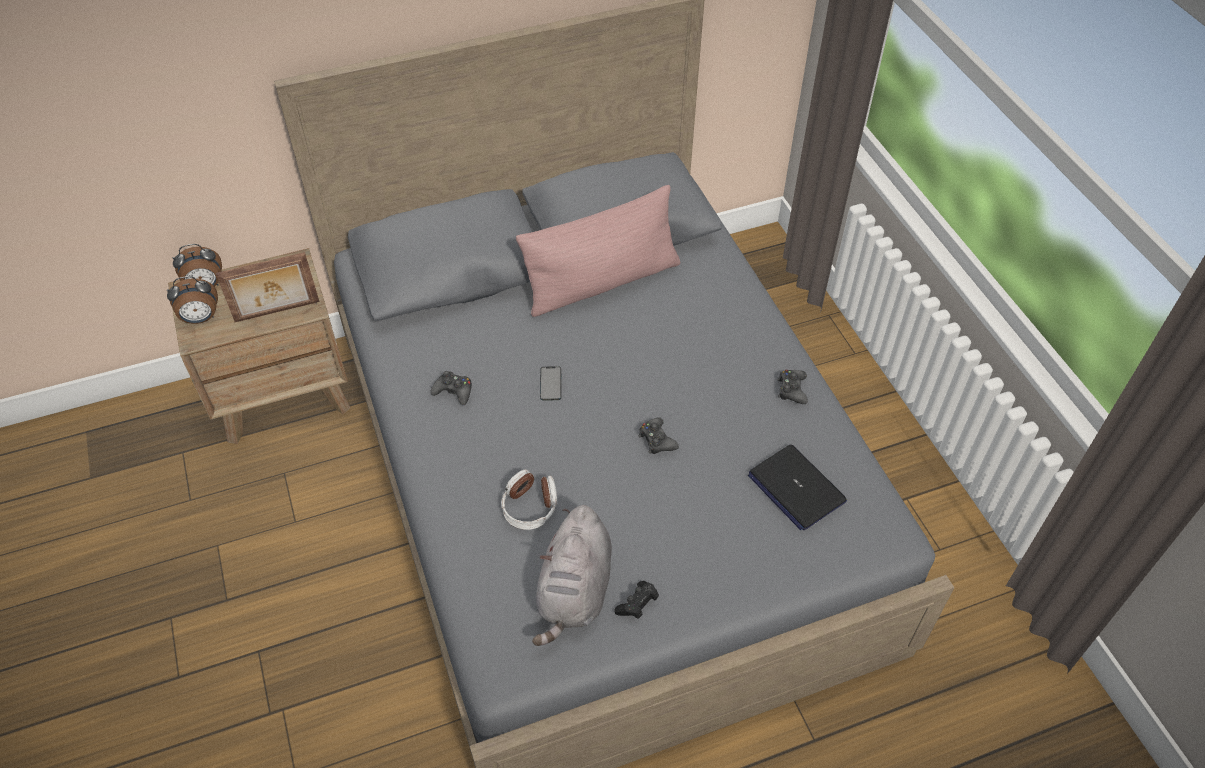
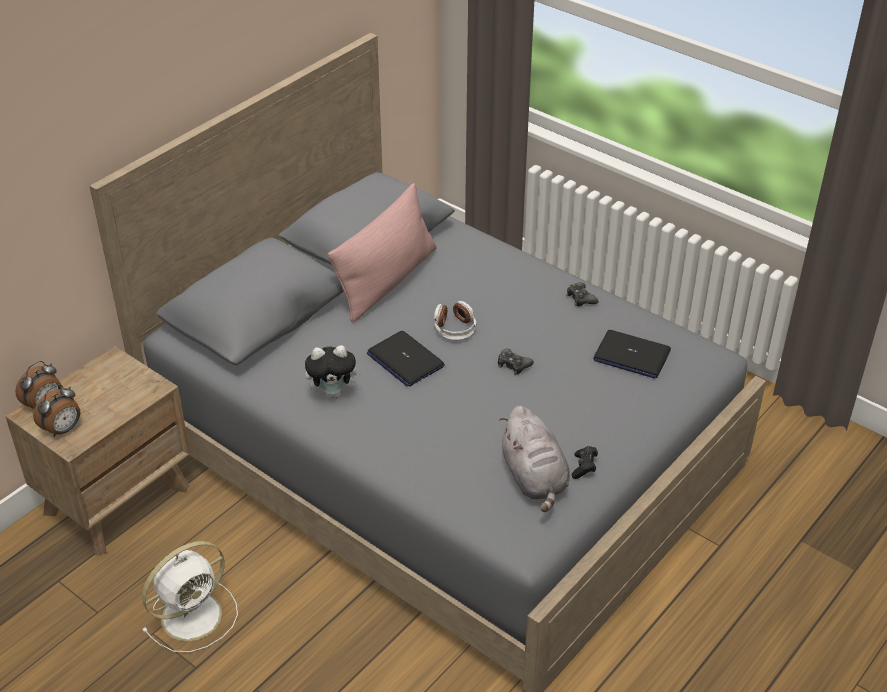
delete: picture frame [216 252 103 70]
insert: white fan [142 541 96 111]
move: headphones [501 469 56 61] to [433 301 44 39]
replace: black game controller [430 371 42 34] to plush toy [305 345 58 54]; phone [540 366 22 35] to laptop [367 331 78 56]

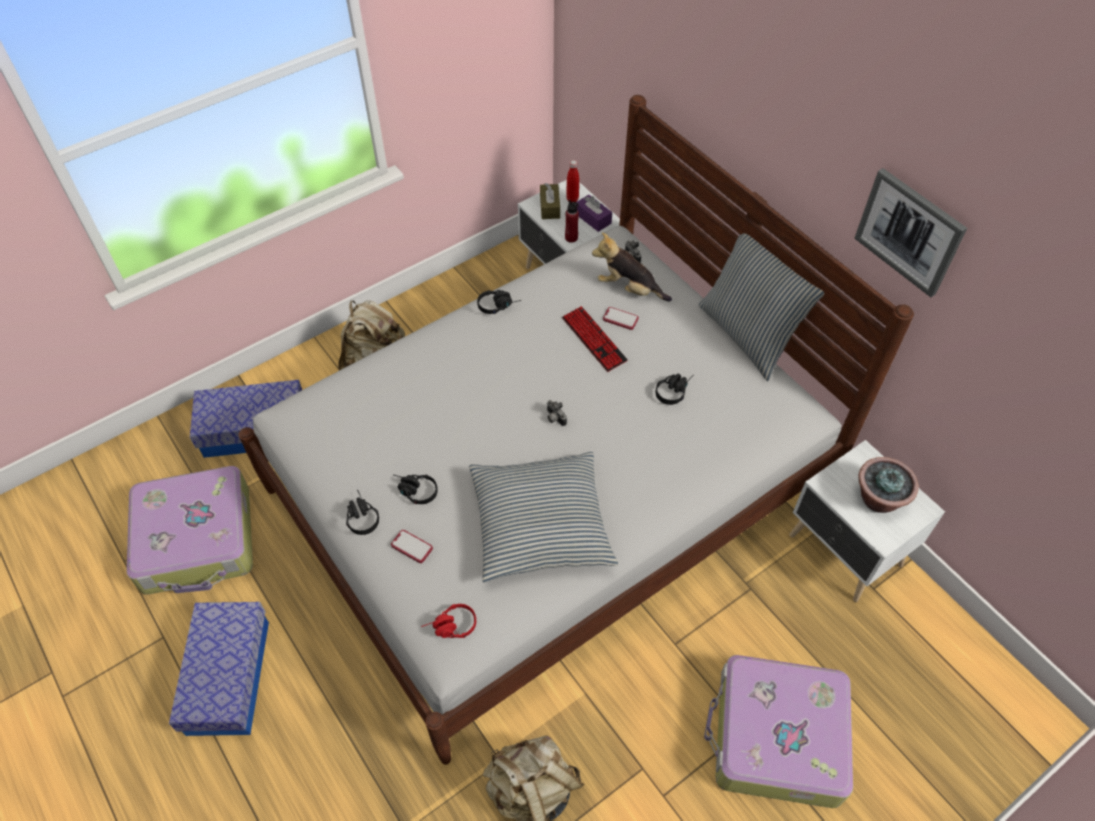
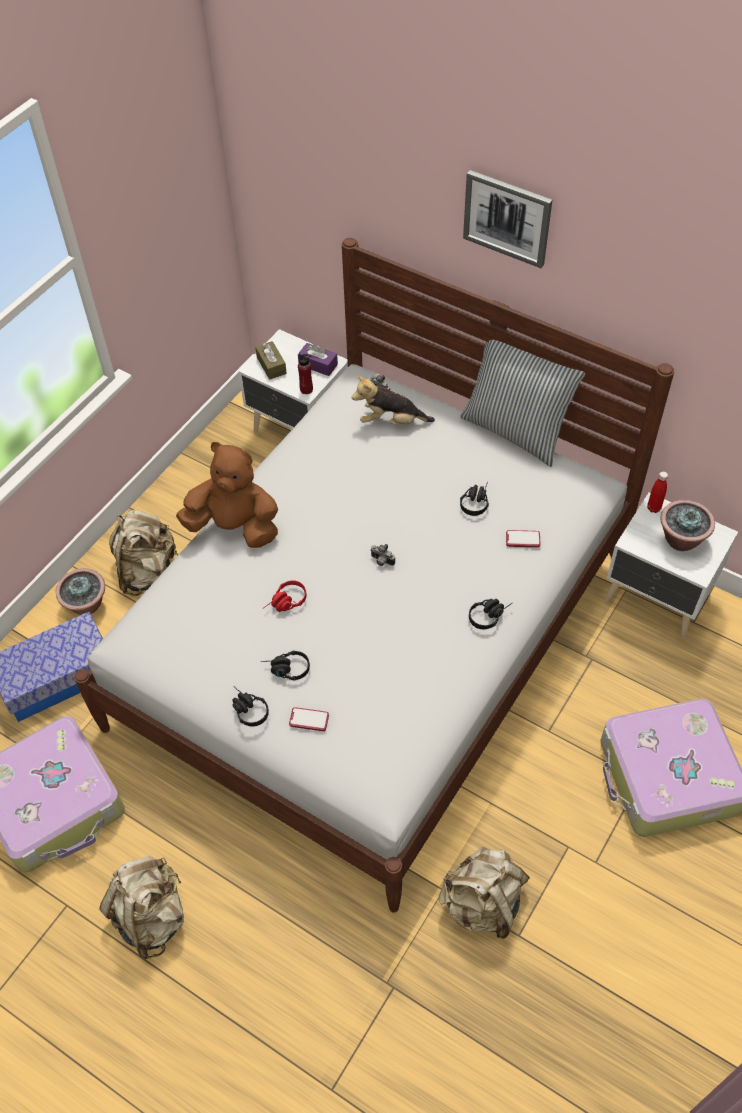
delete: pillow [469 452 149 131]; keyboard [562 306 66 66]
insert: potted plant [56 568 49 47]; brown plush toy [176 442 102 106]
move: red headphones [421 604 55 34] to [262 580 44 32]; black headphones [477 290 44 24] to [469 599 44 30]; red bottle [566 160 13 42] to [647 471 21 42]; phone [603 307 36 23] to [506 530 34 17]; picture [854 168 113 129] to [463 170 89 98]
replace: storage box [169 602 100 134] to beige backpack [99 856 85 103]

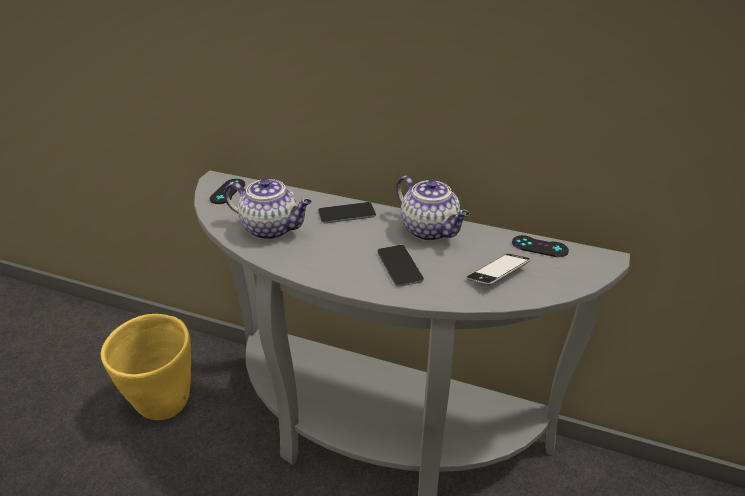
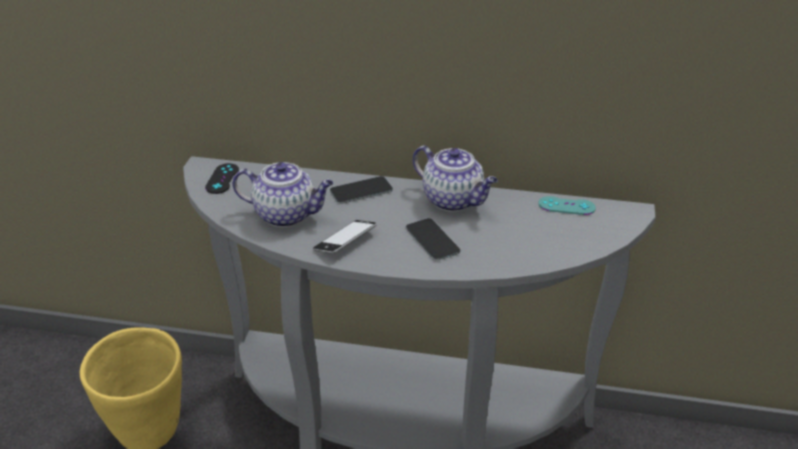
move: phone [467 254 63 31] to [313 220 64 34]
recolor: black game controller [512 235 57 22] to turquoise game controller [538 196 58 19]

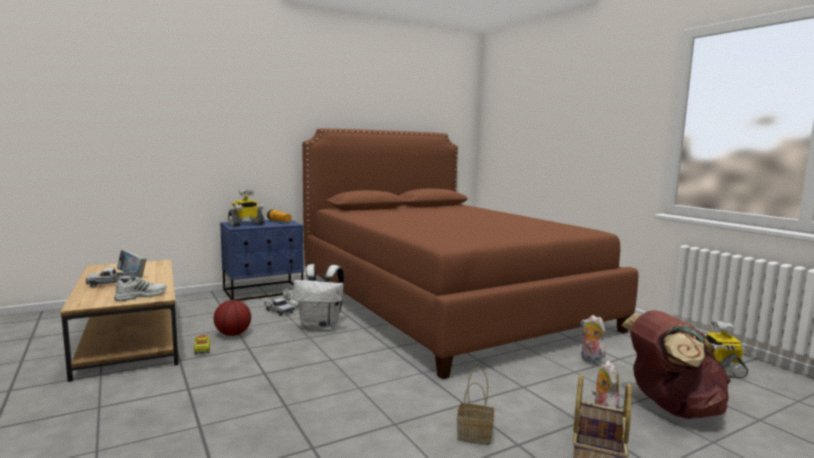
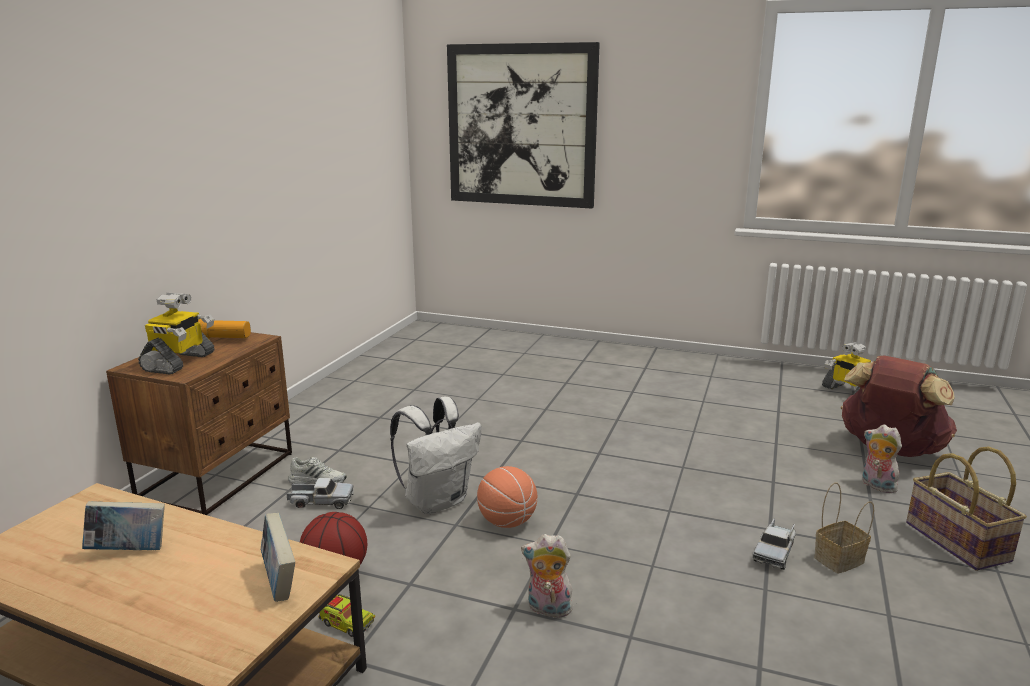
delete: brown bed [302 129 336 250]
insert: picture [447 42 153 167]; basketball [477 466 60 62]
move: toy truck [86 268 51 20] to [753 518 43 52]; plush toy [580 315 26 51] to [521 534 52 84]
replace: white shoe [114 277 52 24] to book [261 513 34 89]
recolor: blue nightstand [220 220 84 81] to brown nightstand [106 332 186 183]

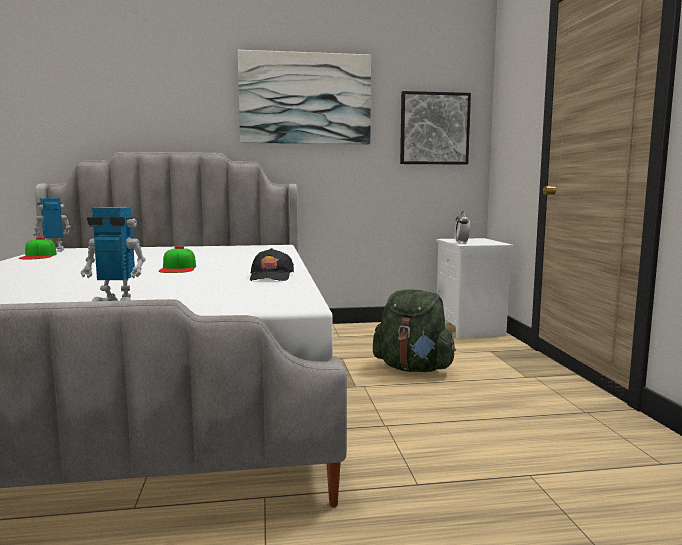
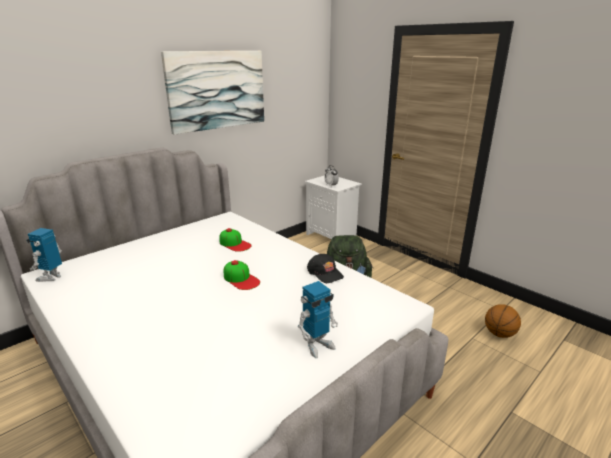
delete: picture [400 91 71 74]
insert: basketball [485 304 36 34]
move: cap [19 237 38 22] to [219 228 33 24]

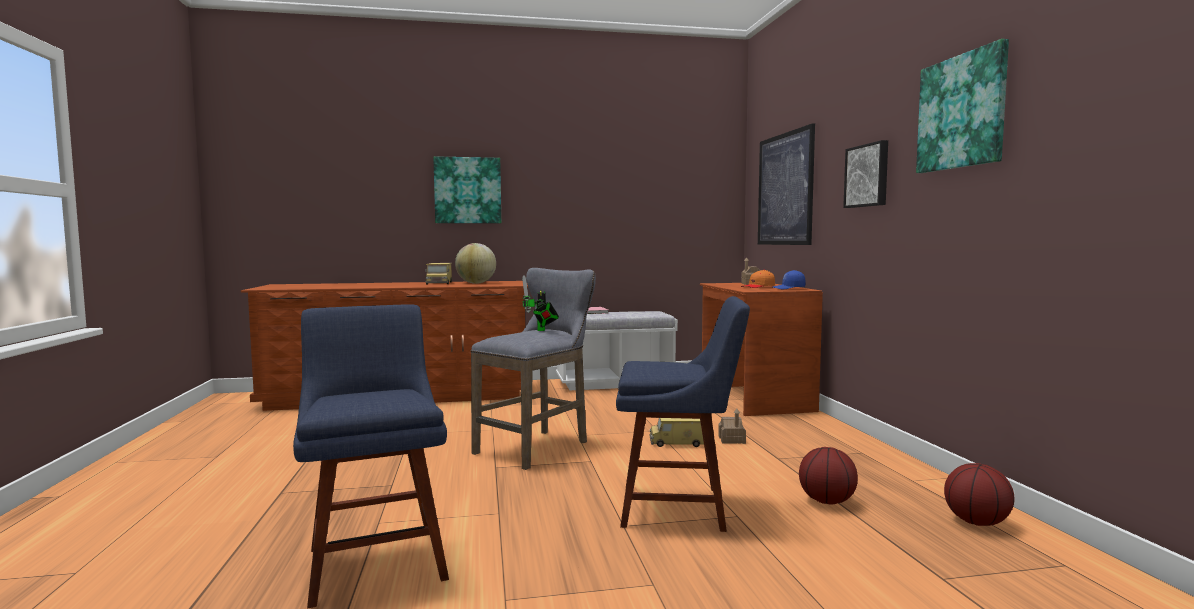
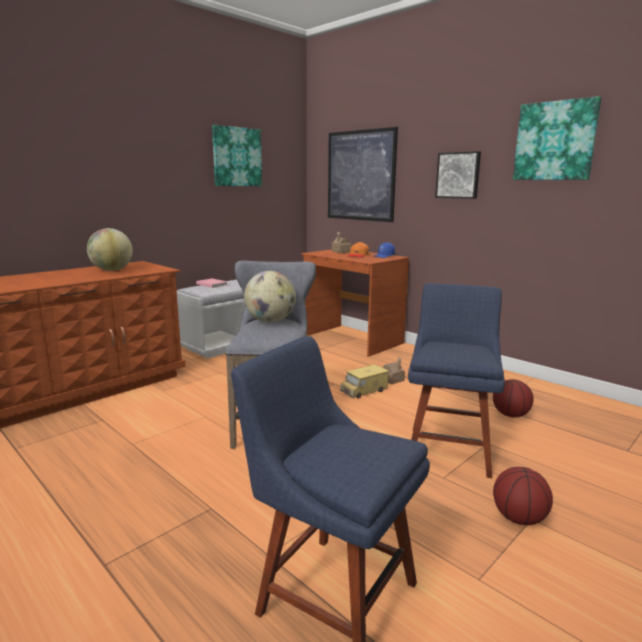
delete: toy truck [425 263 27 22]
move: picture [433 156 68 67] to [212 125 50 61]; basketball [944 463 70 63] to [493 467 60 58]
replace: toy robot [522 275 37 56] to globe [244 271 52 51]
rotate: blue chair [616 296 134 236] = [408 283 97 195] 45 degrees counterclockwise

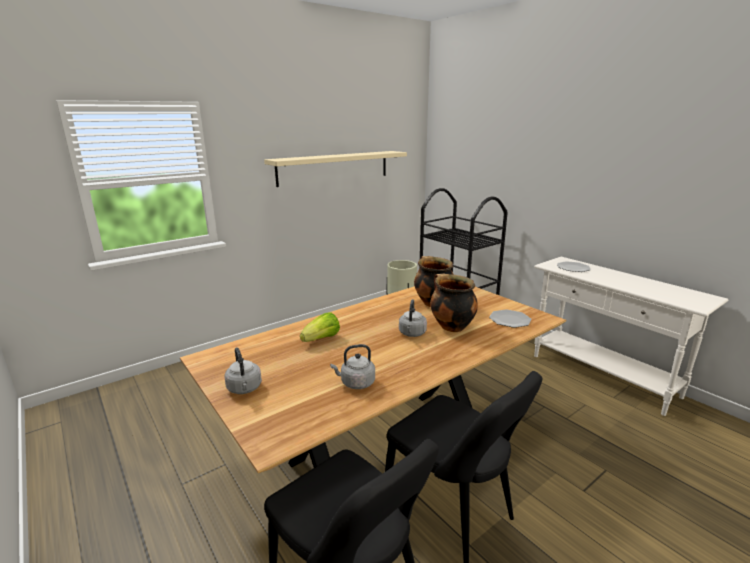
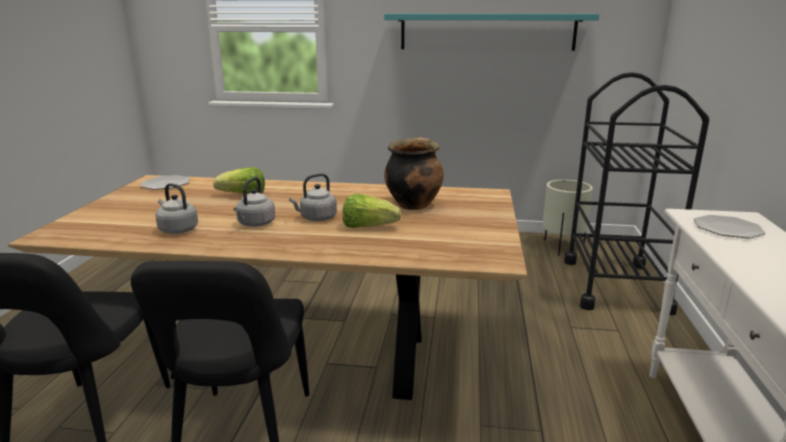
move: grey kettle [225 347 37 47] to [233 177 42 50]; plate [489 310 43 18] to [141 175 49 15]
replace: cooking pot [430 274 48 58] to lettuce [343 193 58 35]
recolor: beige shelf [264 151 143 36] to turquoise shelf [384 14 215 37]

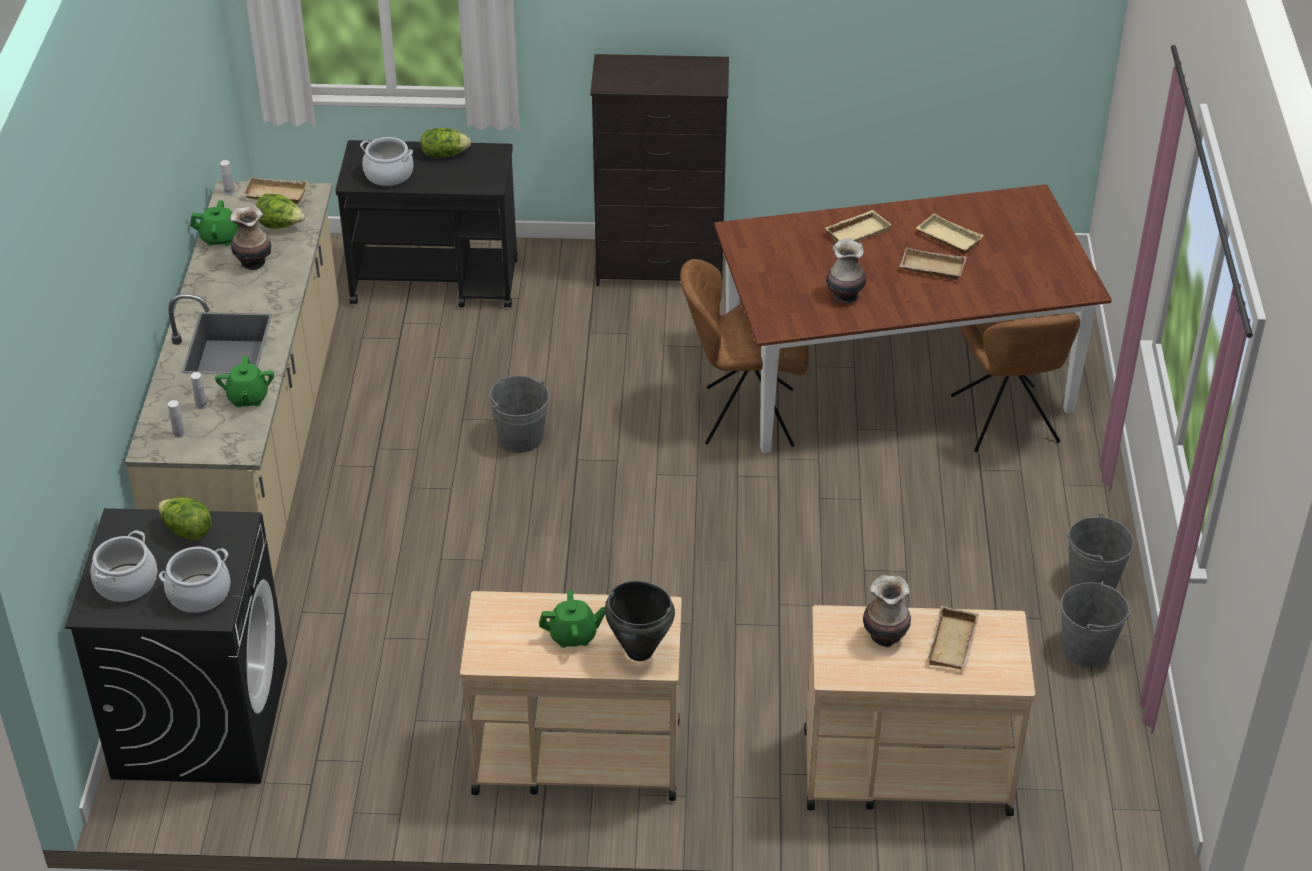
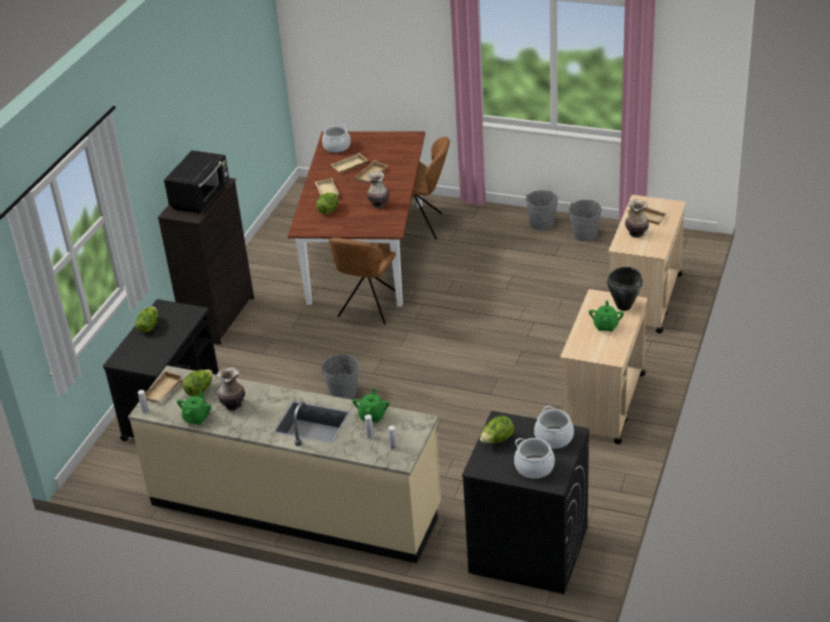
insert: black microwave [164 150 65 63]; lettuce [316 193 22 22]
move: cooking pot [360 137 53 49] to [322 124 29 29]
rotate: green teapot [215 356 59 52] = [352 388 38 35] 90 degrees counterclockwise

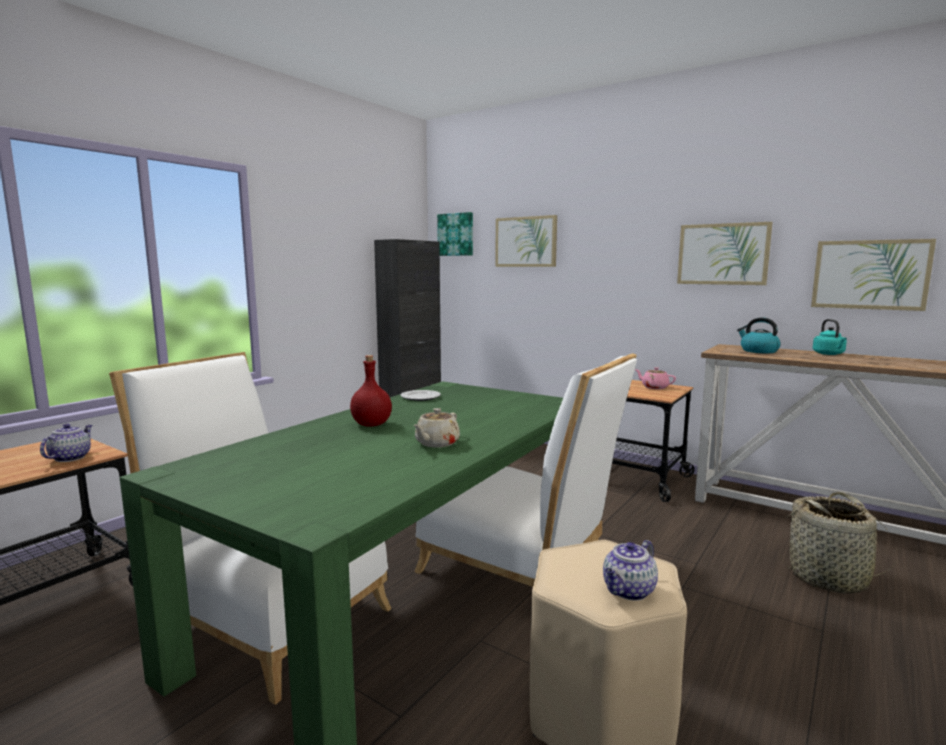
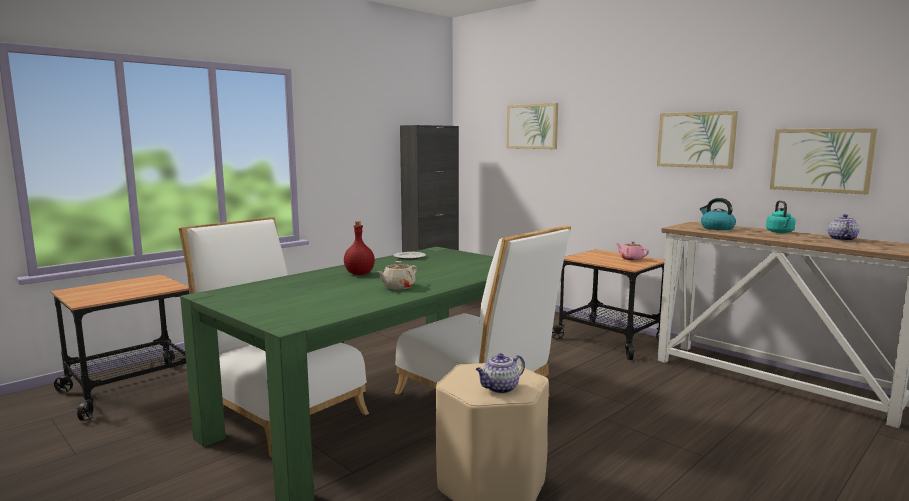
delete: picture [437 212 36 44]; basket [779 492 118 102]
move: teapot [40 424 52 38] to [828 214 31 27]

